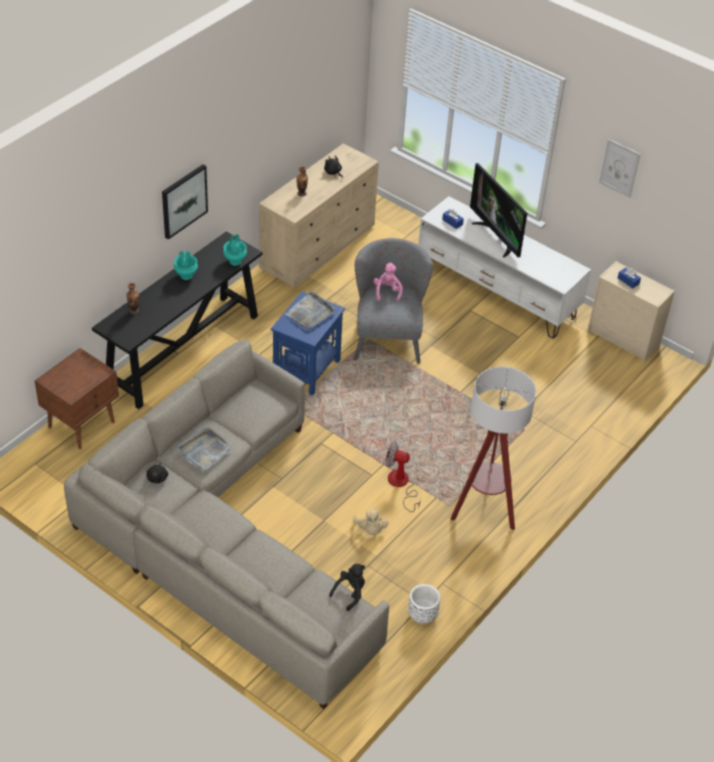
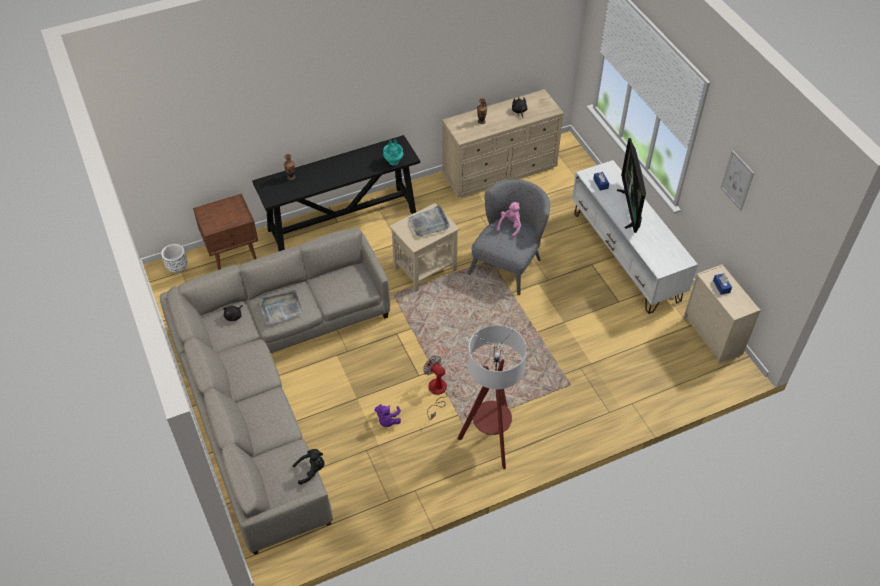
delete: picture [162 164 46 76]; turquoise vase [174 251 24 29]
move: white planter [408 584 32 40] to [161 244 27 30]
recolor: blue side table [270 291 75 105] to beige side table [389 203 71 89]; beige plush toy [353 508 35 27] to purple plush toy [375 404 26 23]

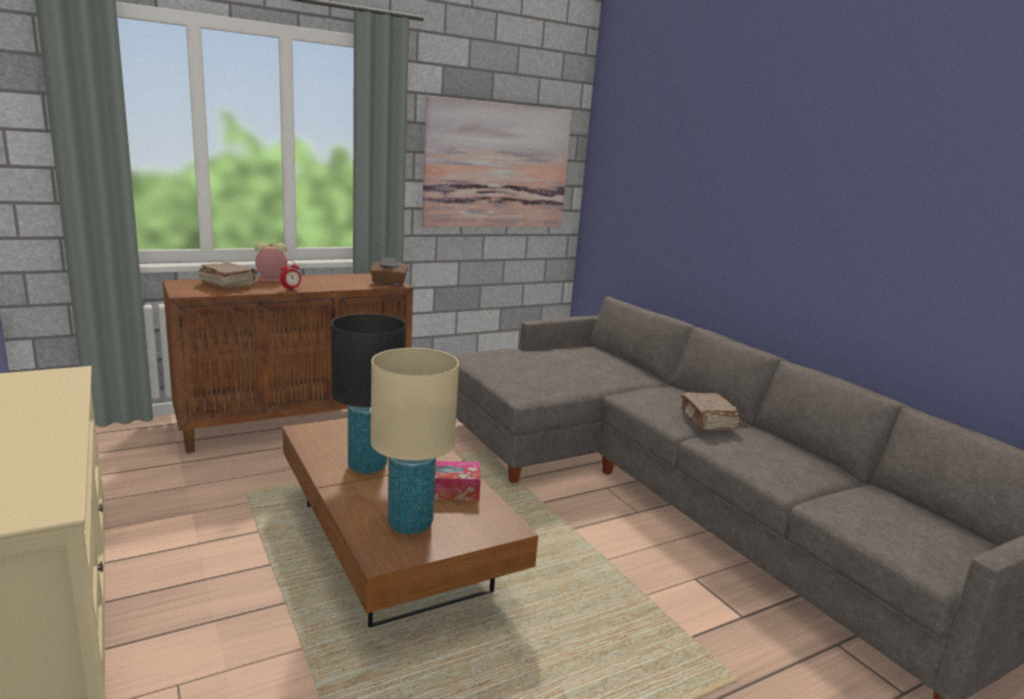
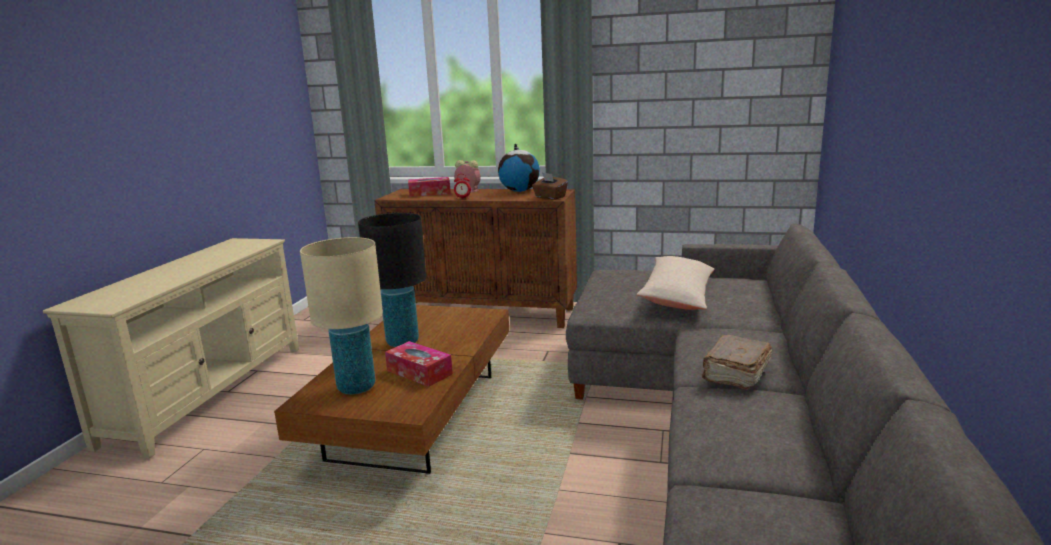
delete: picture [422 96 150 131]
insert: globe [498 144 42 48]; beige pillow [637 256 78 54]
replace: brown book [198 262 59 27] to tissue box [408 177 43 20]

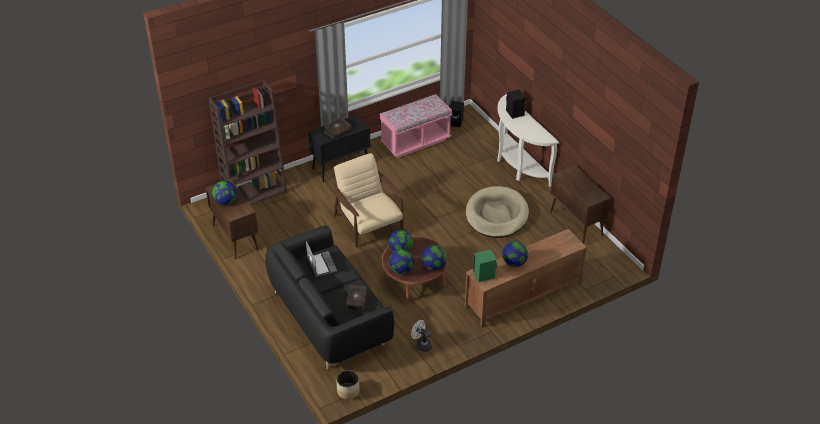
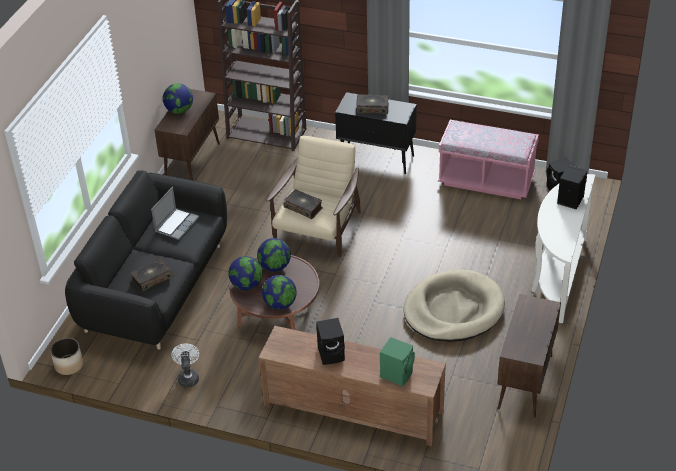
insert: book [284 189 39 30]
move: green speaker [473 250 24 32] to [380 337 35 49]
replace: globe [502 241 26 26] to black speaker [316 318 29 47]

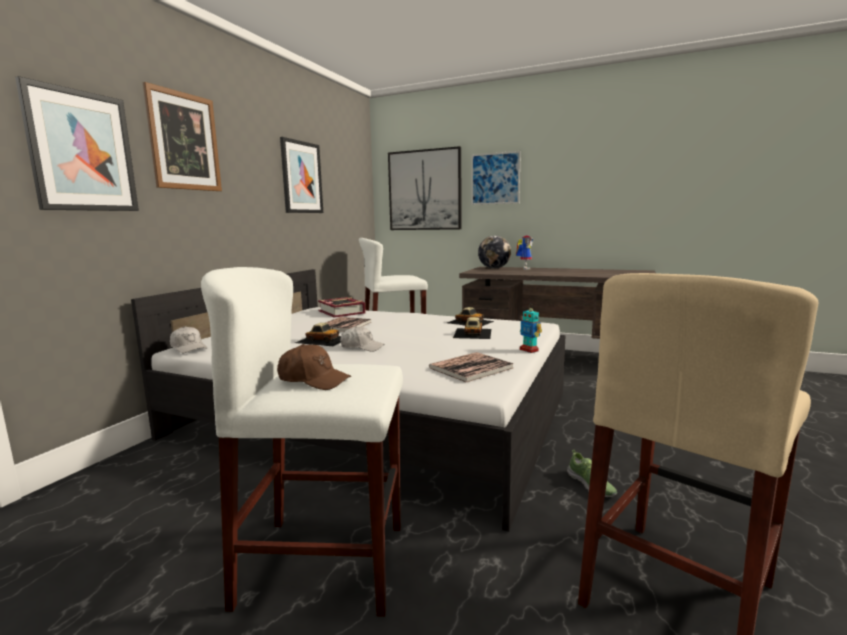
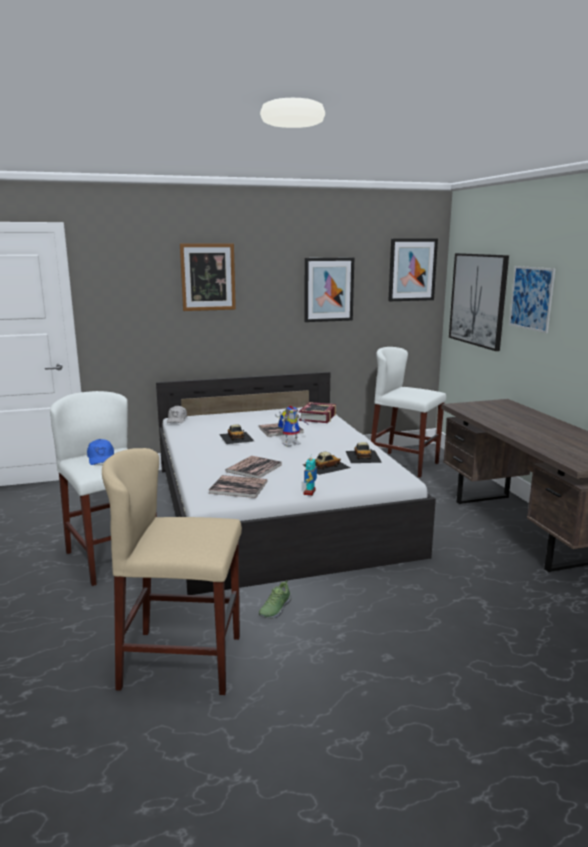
delete: white cap [340 326 44 26]; globe [478 236 33 33]
insert: book [225 456 57 22]
move: picture [15 76 124 135] to [388 239 50 62]; toy robot [516 235 17 35] to [275 406 35 41]
recolor: brown cap [277 344 74 46] to blue cap [87 439 27 26]

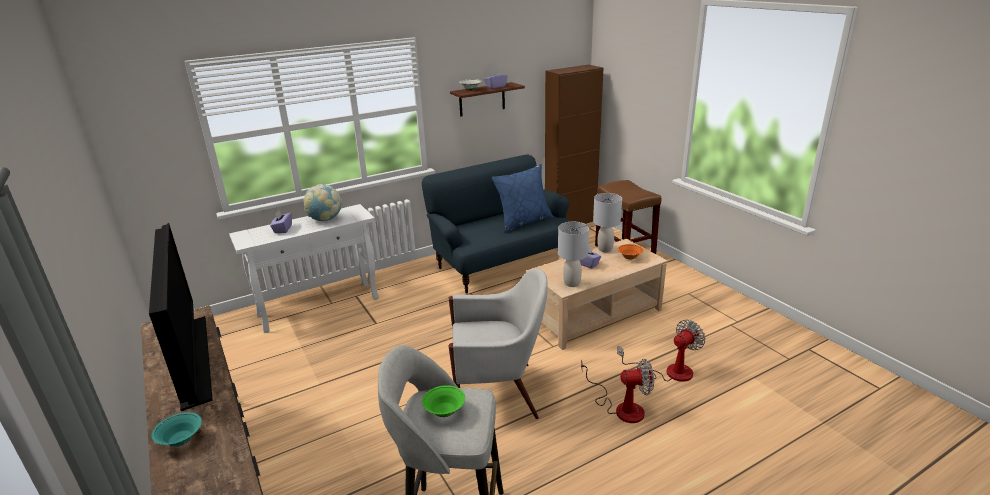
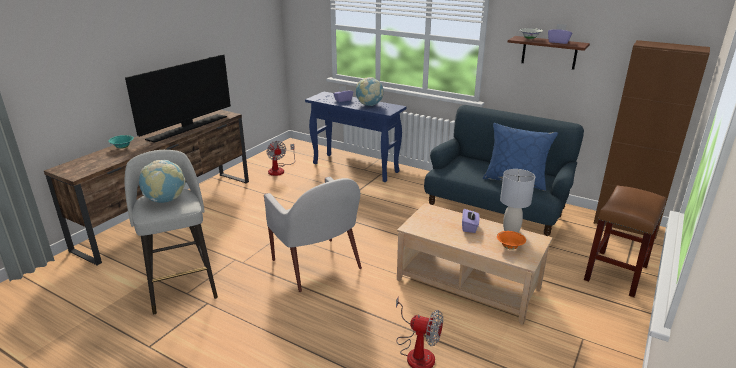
delete: grey table lamp [558 222 31 65]
move: fan [581 359 73 64] to [267 141 28 35]
replace: green bowl [422 385 43 32] to globe [139 160 47 43]
recolor: white console table [229 204 150 129] to blue console table [305 92 101 90]

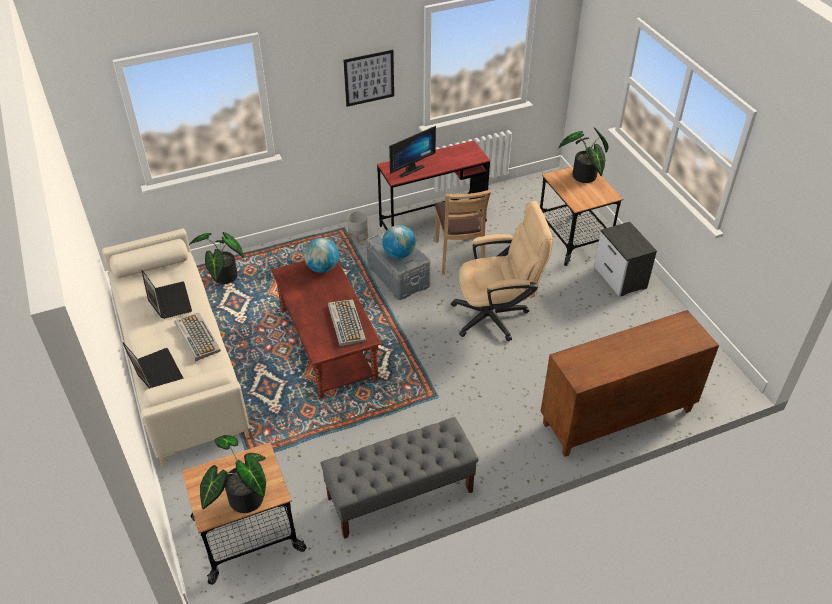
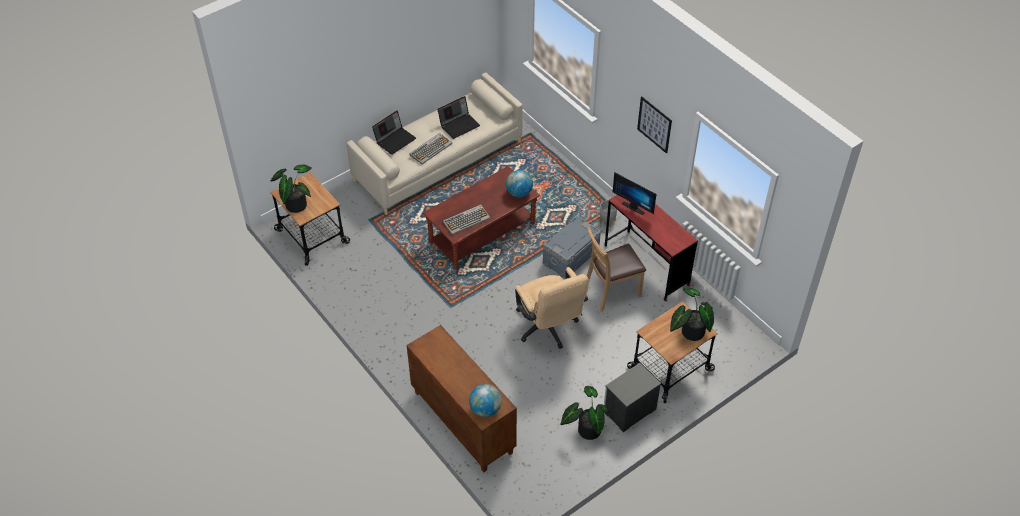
delete: grey bench [320 417 159 122]
move: potted plant [189 232 55 52] to [561 386 50 54]; globe [382 225 34 34] to [469 384 33 33]

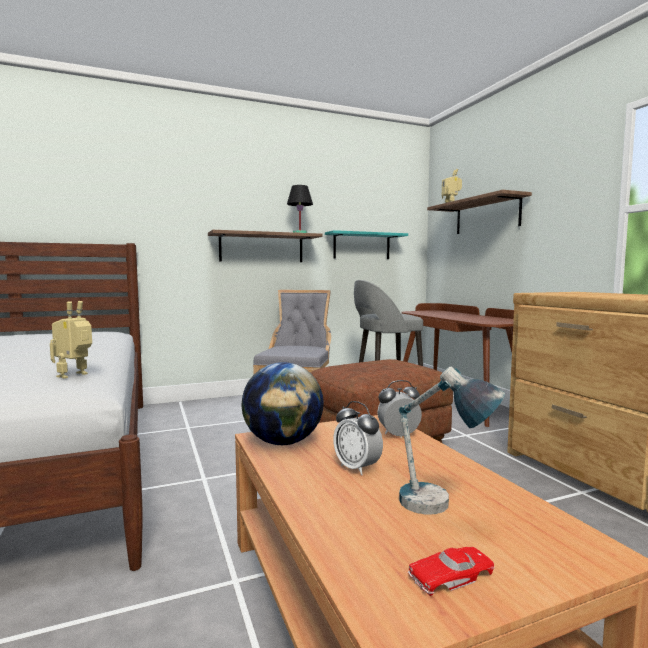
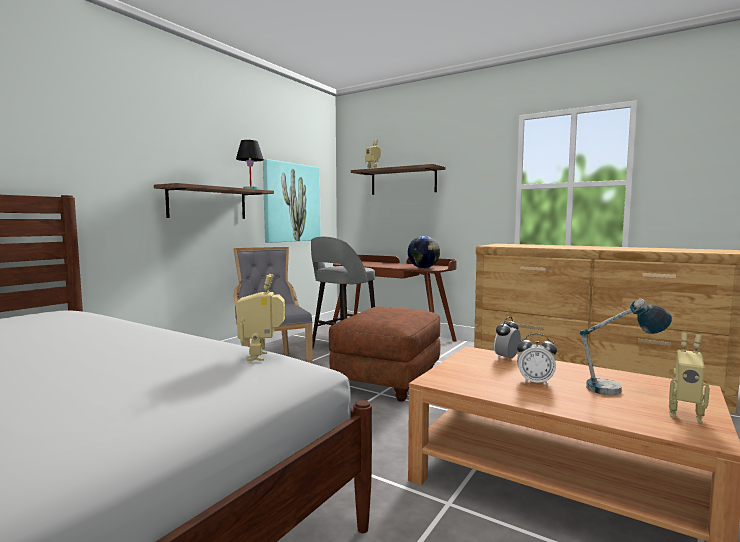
move: globe [241 362 83 83] to [408 236 32 32]
replace: turquoise shelf [325 230 83 29] to picture [263 159 58 84]; red toy car [408 547 87 49] to toy robot [669 333 41 90]

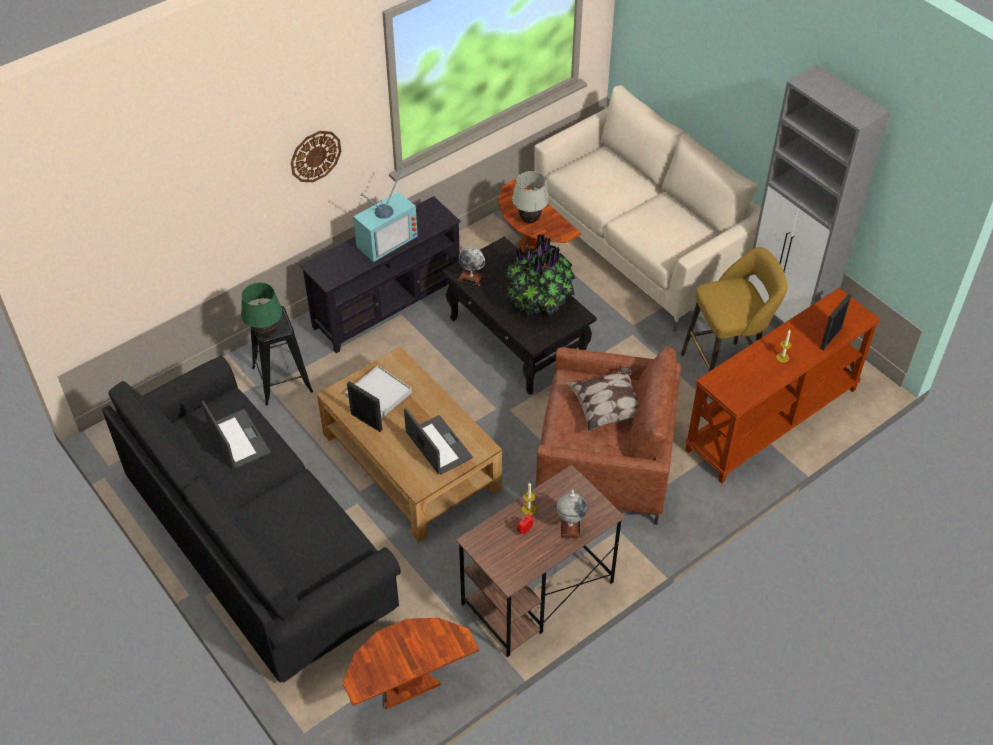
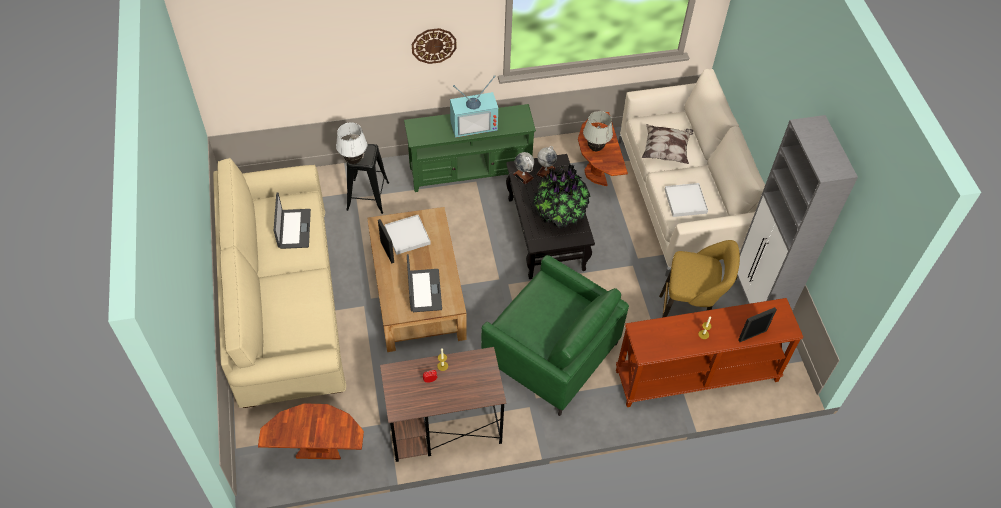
insert: white tray [664 183 44 34]
move: globe [557 490 30 49] to [536 146 21 32]; pillow [567 367 71 64] to [642 124 51 40]
recolor: black sofa [102 356 299 326] to beige sofa [213 158 133 250]; green table lamp [241 282 41 56] to white table lamp [336 123 31 41]; black tv stand [299 196 162 157] to green tv stand [404 104 132 88]; brown armchair [536 347 145 178] to green armchair [481 255 148 161]

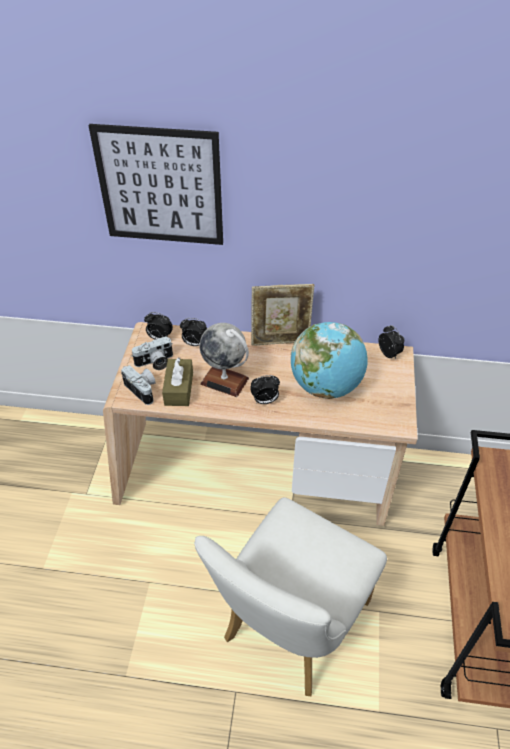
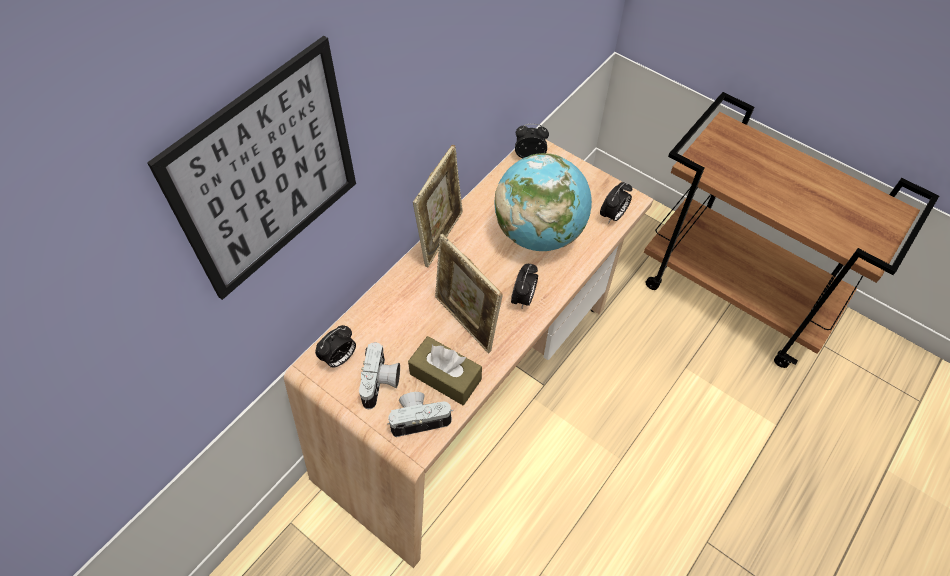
delete: white chair [194 497 193 199]
move: alarm clock [180 318 27 28] to [600 182 32 42]
replace: globe [200 323 49 74] to picture frame [435 234 68 119]

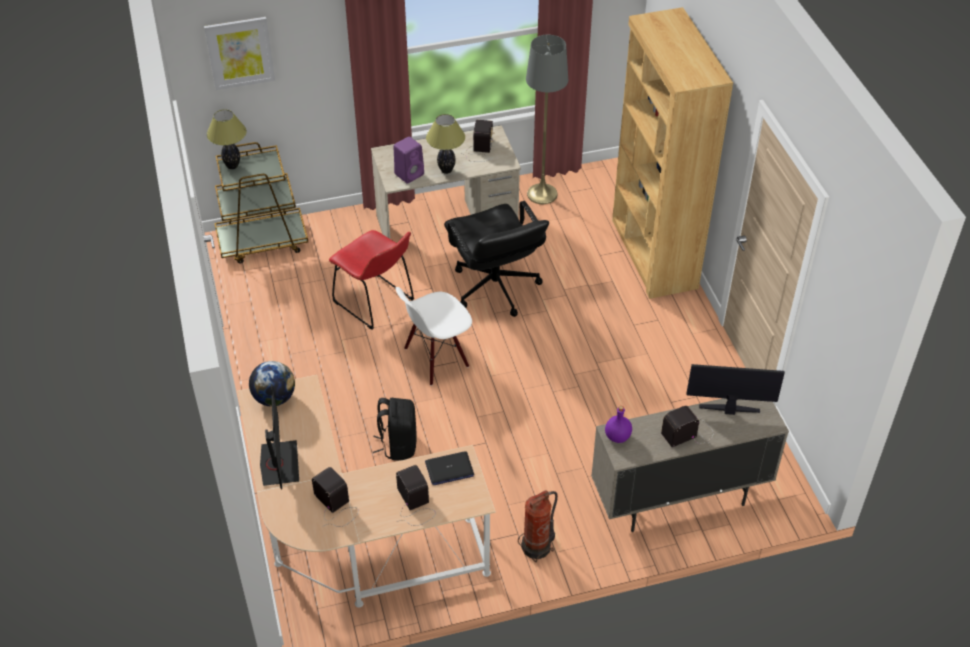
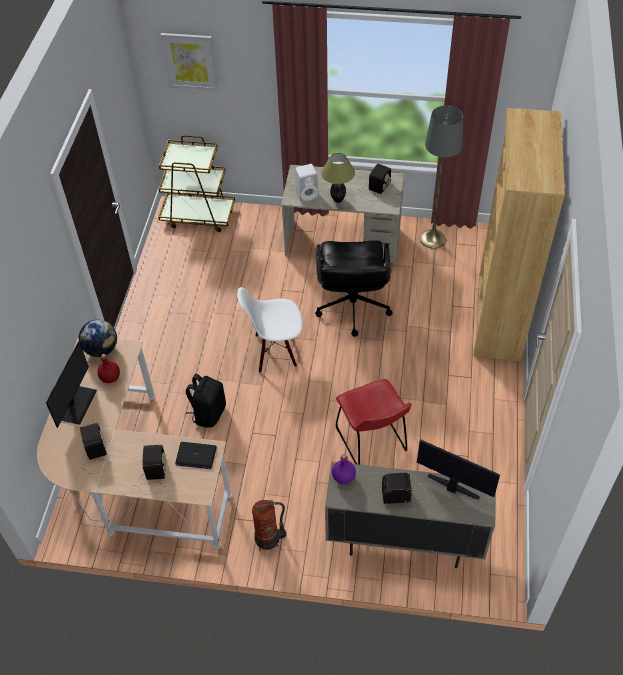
delete: table lamp [207 109 40 60]
insert: red bottle [98 354 22 29]
move: red chair [329 230 85 100] to [336 379 76 86]
recolor: purple speaker [393 136 31 48] to white speaker [295 164 24 38]

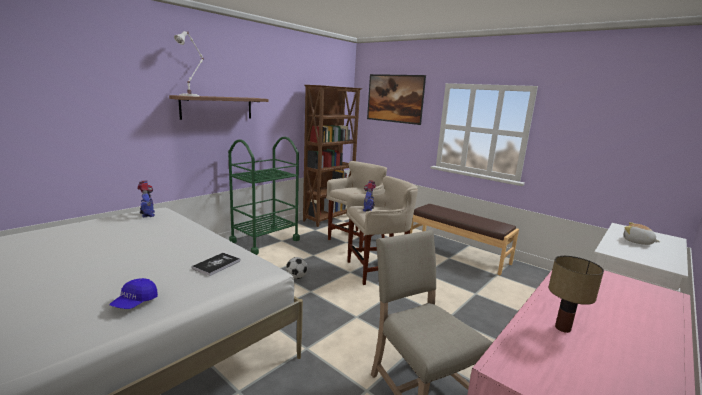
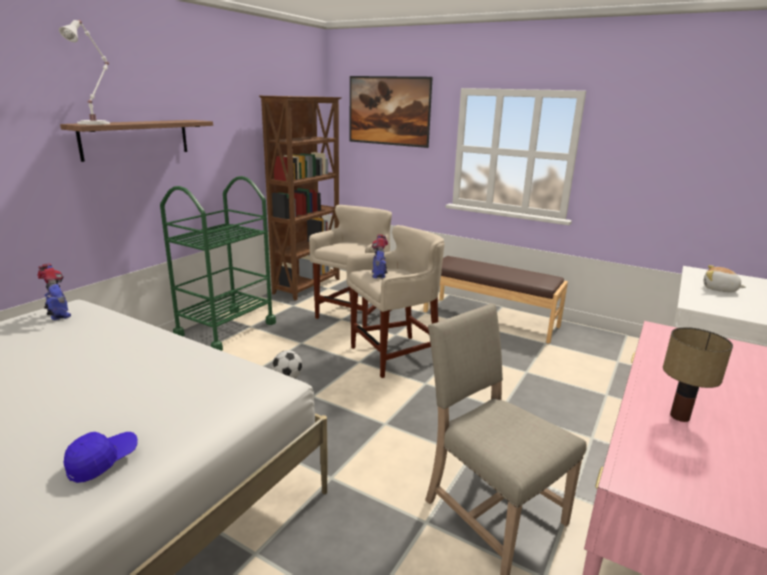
delete: book [192 253 48 23]
rotate: blue cap [109 278 49 31] = [63 432 75 51] 150 degrees counterclockwise

